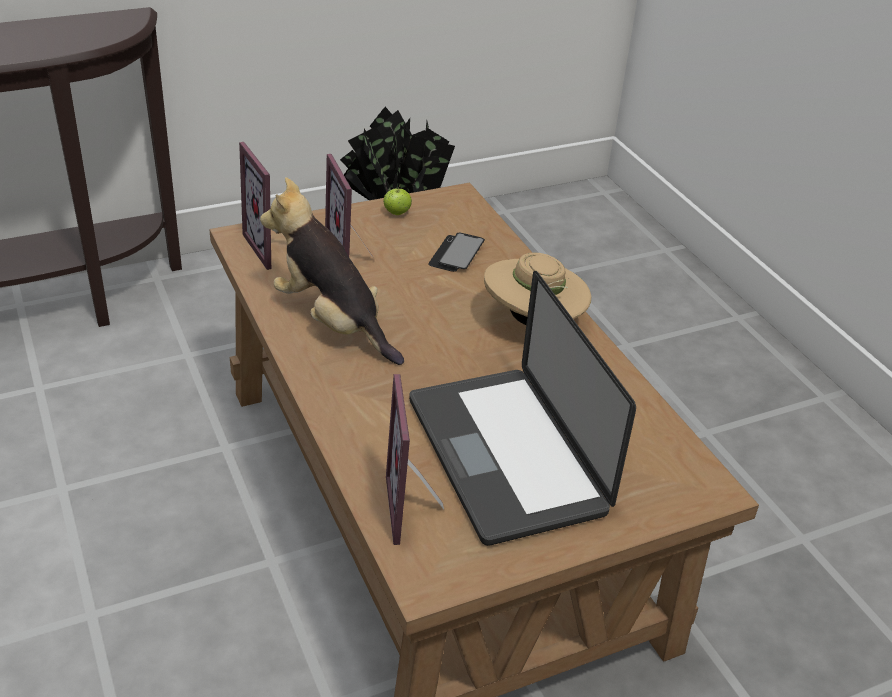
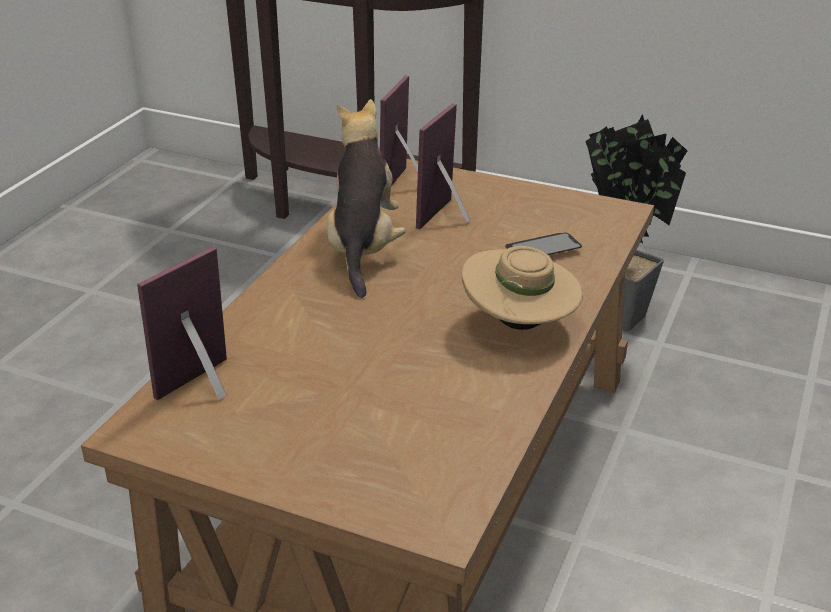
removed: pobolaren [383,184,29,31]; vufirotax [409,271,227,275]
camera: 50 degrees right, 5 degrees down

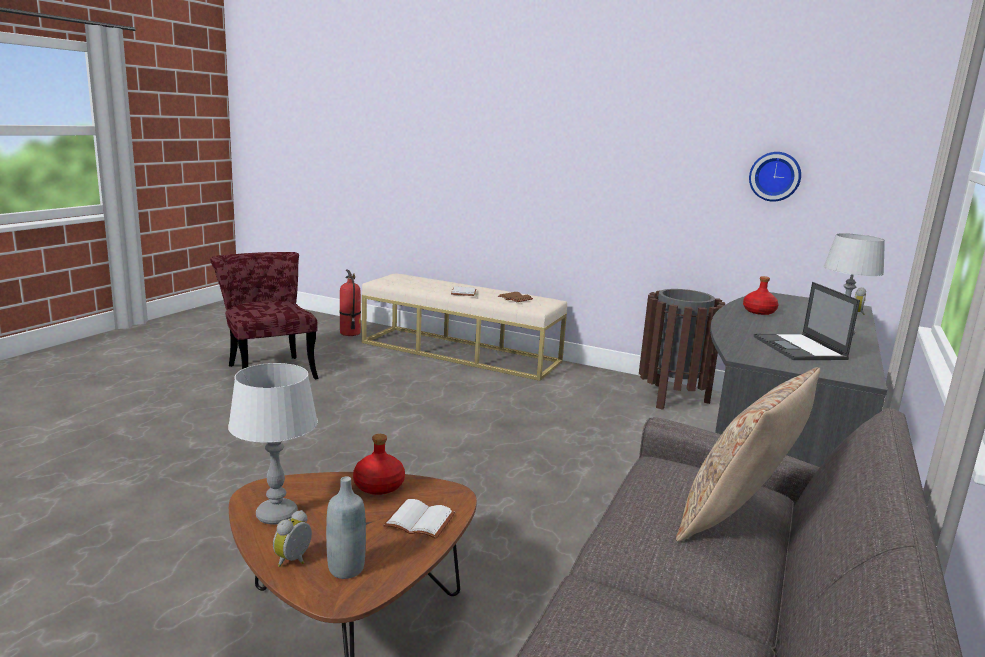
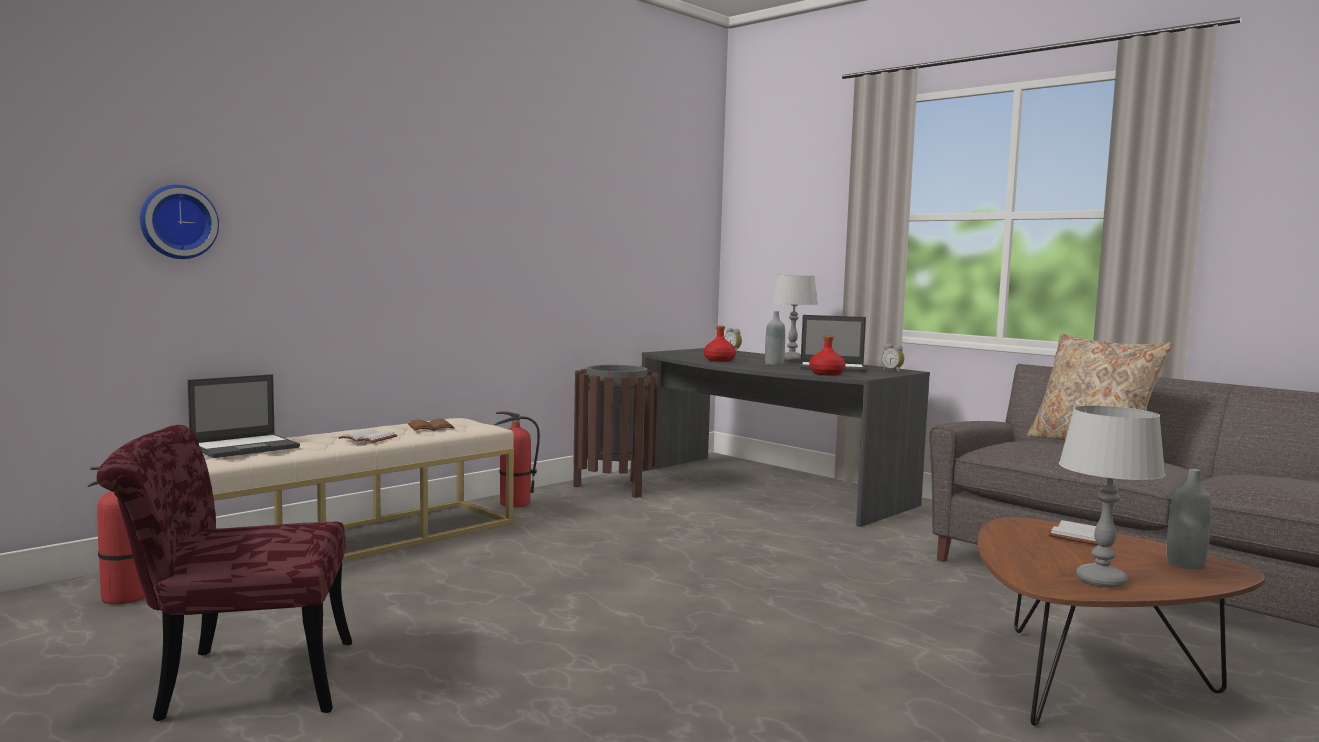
added: vufirotax [187,374,113,84]; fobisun [494,412,46,96]; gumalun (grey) [765,311,20,54]
moved: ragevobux [749,152,52,49] to [140,185,79,74]; gumalun (red) [353,434,52,61] to [809,335,36,41]; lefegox [273,510,39,57] to [882,343,22,29]
camera: 70 degrees left, 10 degrees down

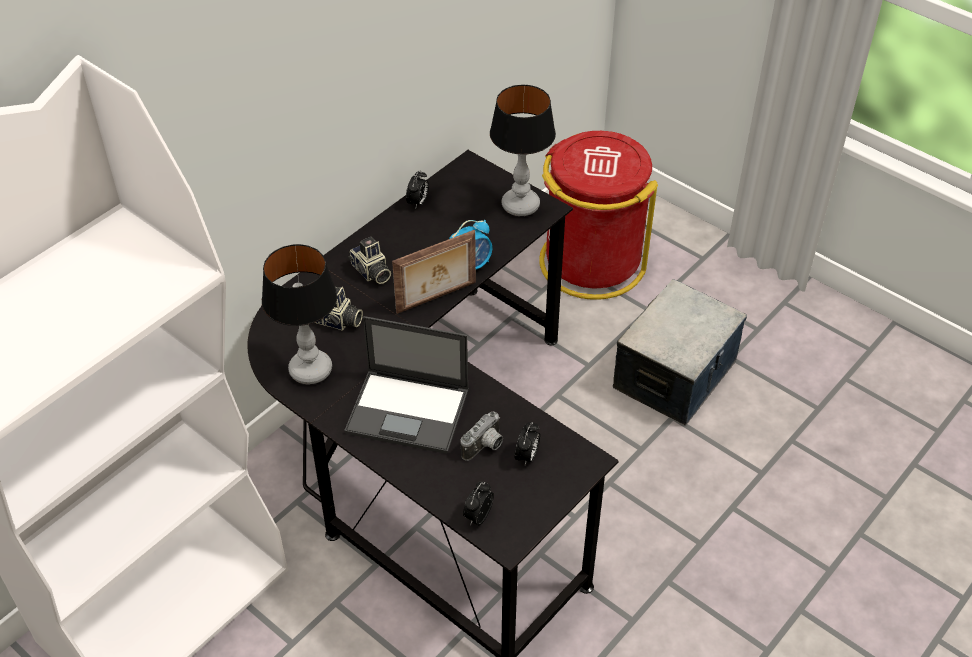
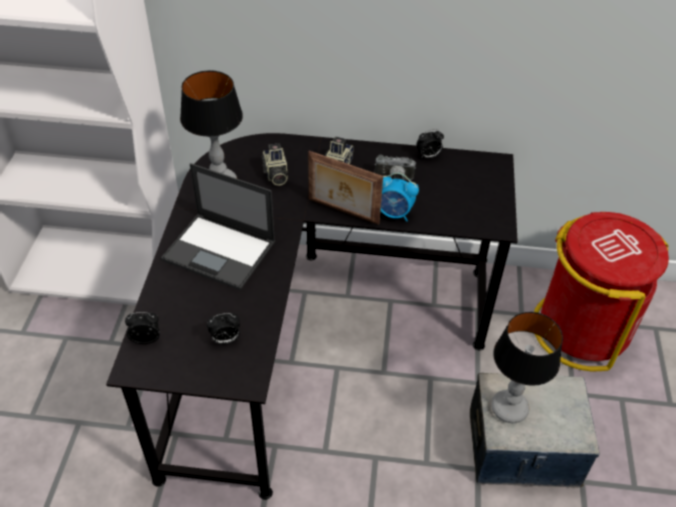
moved: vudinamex [461,412,42,49] to [375,155,41,25]; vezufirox [490,84,66,132] to [491,312,72,111]
turned: vufirotax [344,316,125,138] = [161,163,114,127] 45 degrees counterclockwise
camera: 55 degrees right, 0 degrees up

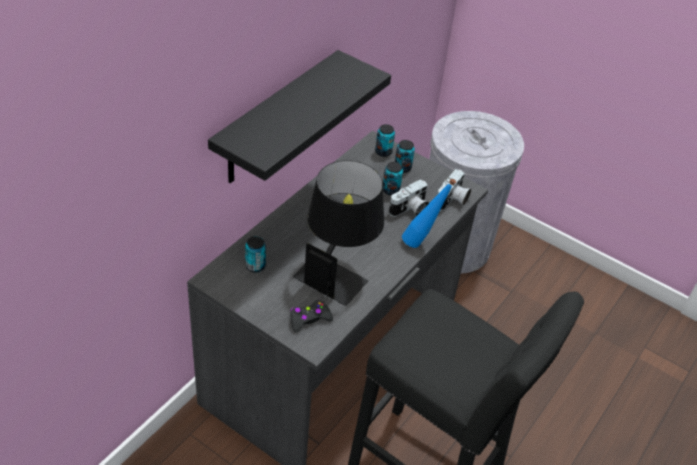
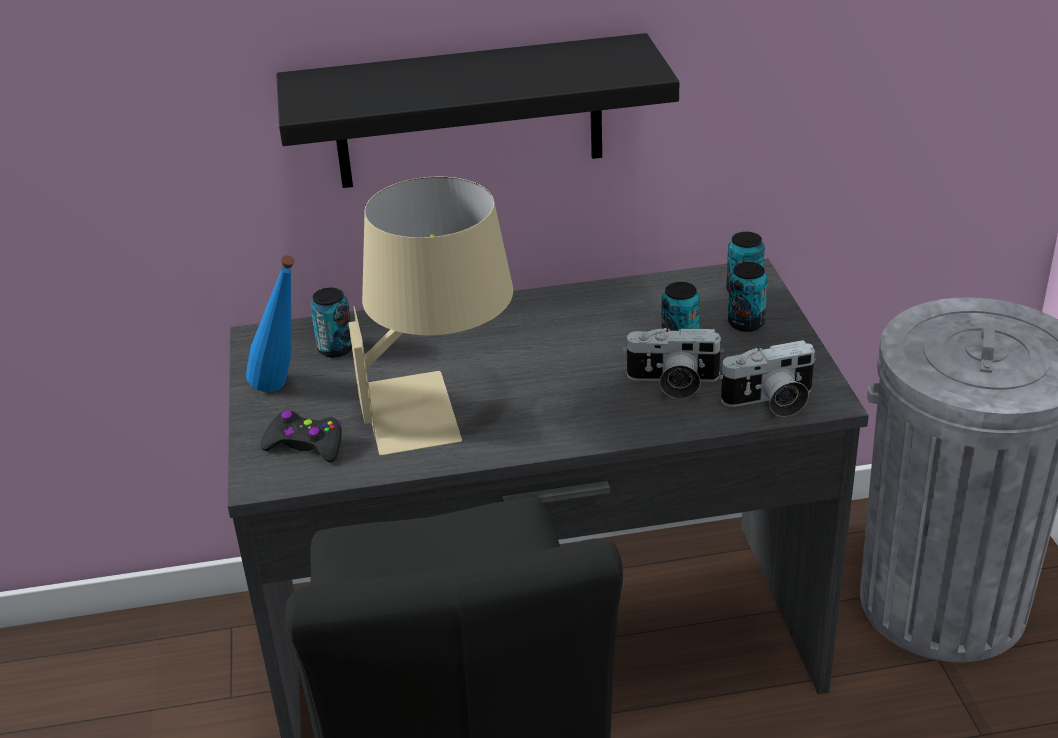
moved: gumalun (blue) [402,178,54,70] to [246,255,49,137]
recoloured: vezufirox (black) [293,160,91,146] to vezufirox (beige) [348,177,165,279]
camera: 50 degrees right, 10 degrees down

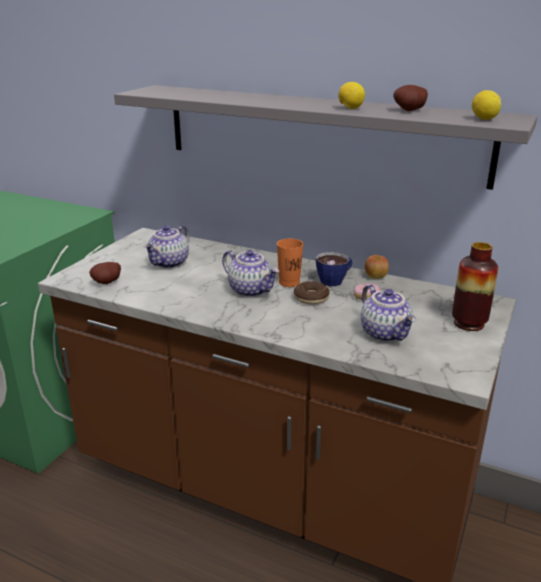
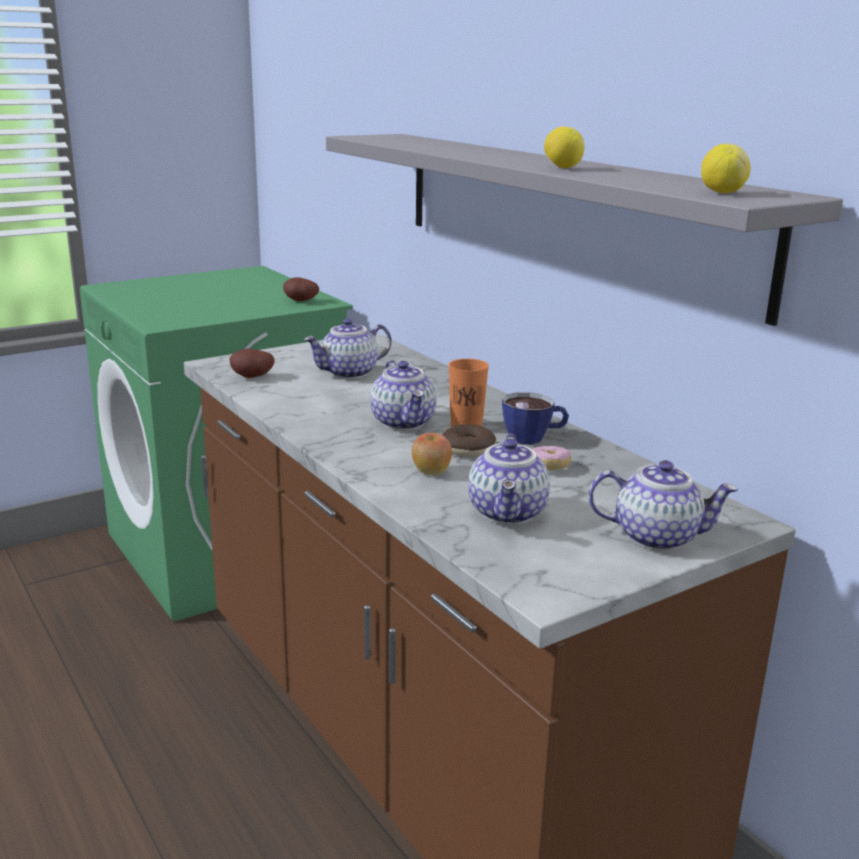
moved: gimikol [393,85,35,26] to [283,277,36,24]; pobolaren [365,255,24,24] to [412,433,40,43]
replaced: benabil [452,242,46,89] to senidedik [588,460,150,91]
camera: 30 degrees right, 5 degrees down

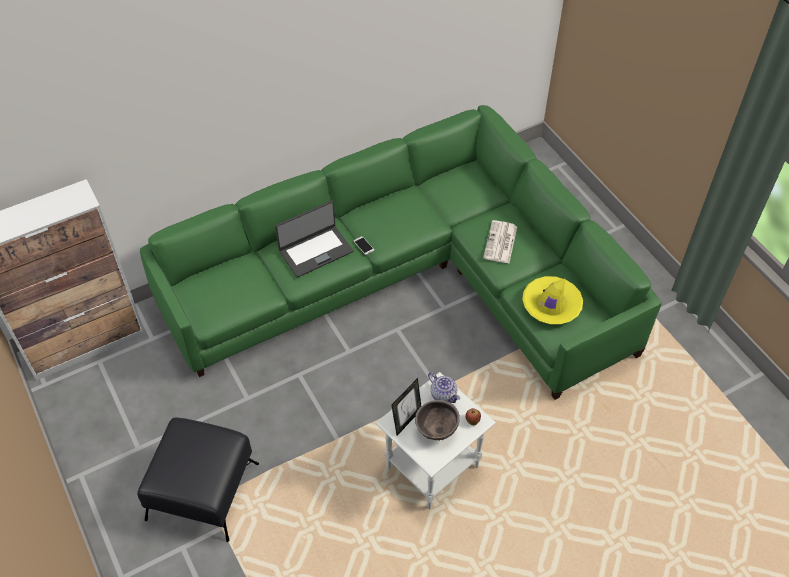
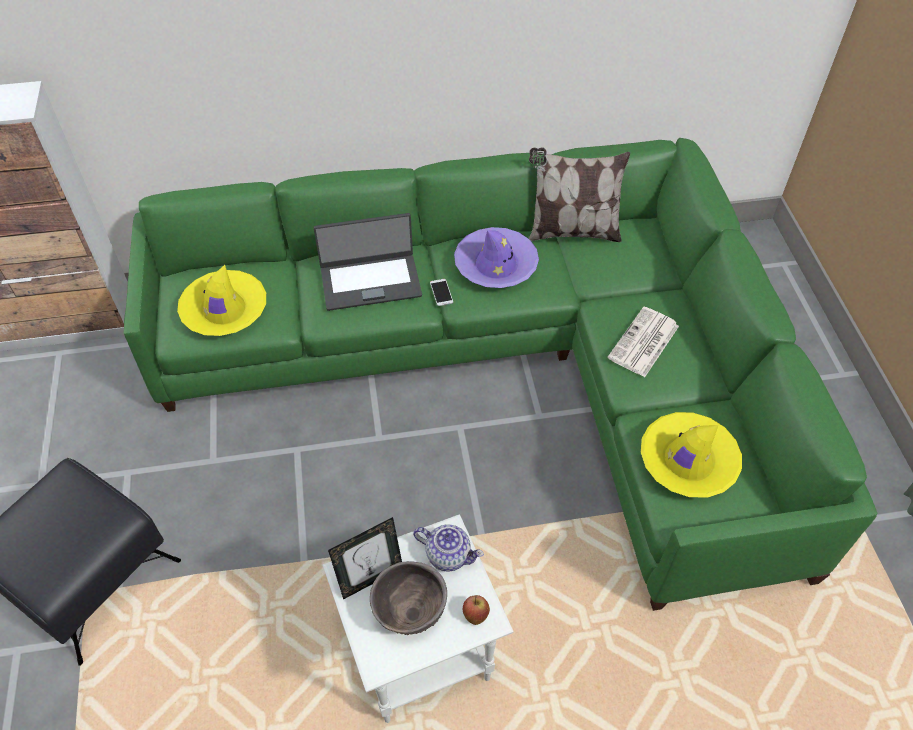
added: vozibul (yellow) [177,265,89,71]; vozibul (purple) [454,227,85,61]; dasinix [529,147,101,95]
turned: senidedik [428,372,33,31] = [413,524,71,47] 45 degrees counterclockwise
camera: 20 degrees right, 0 degrees up

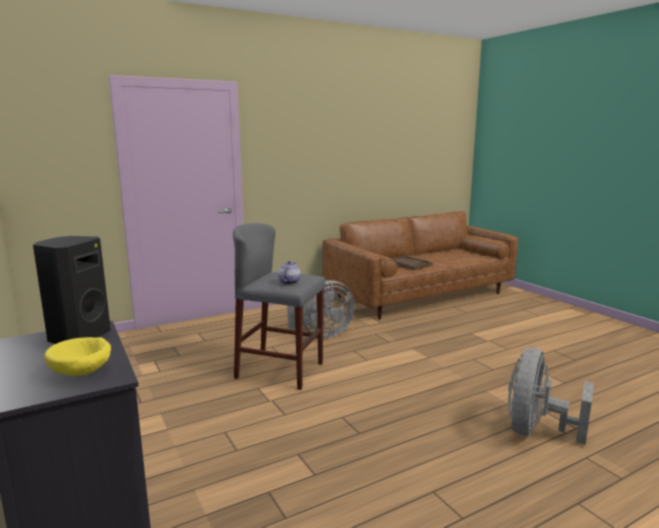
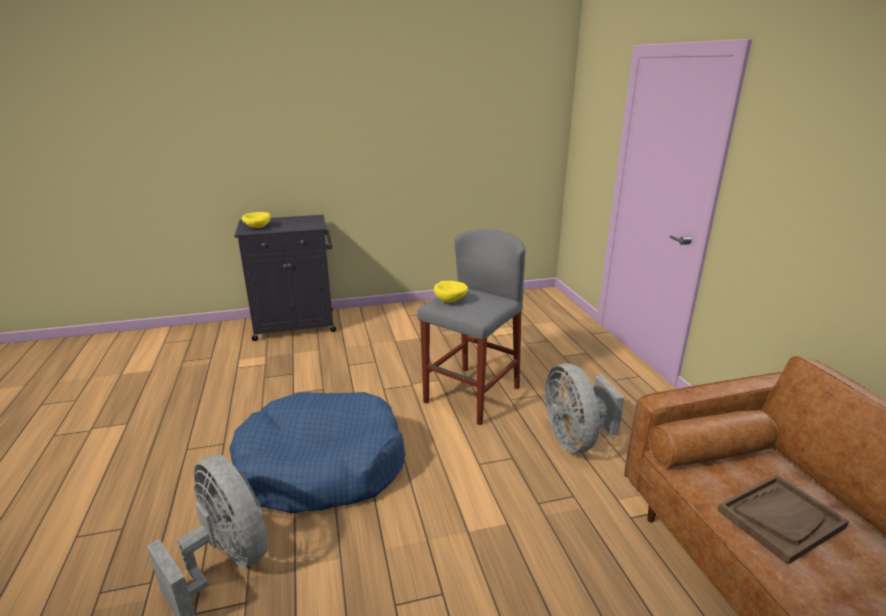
removed: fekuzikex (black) [33,236,78,108]
added: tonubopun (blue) [229,392,176,121]
replaced: senidedik [278,261,23,24] to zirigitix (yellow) [434,281,34,21]
camera: 105 degrees right, 10 degrees up

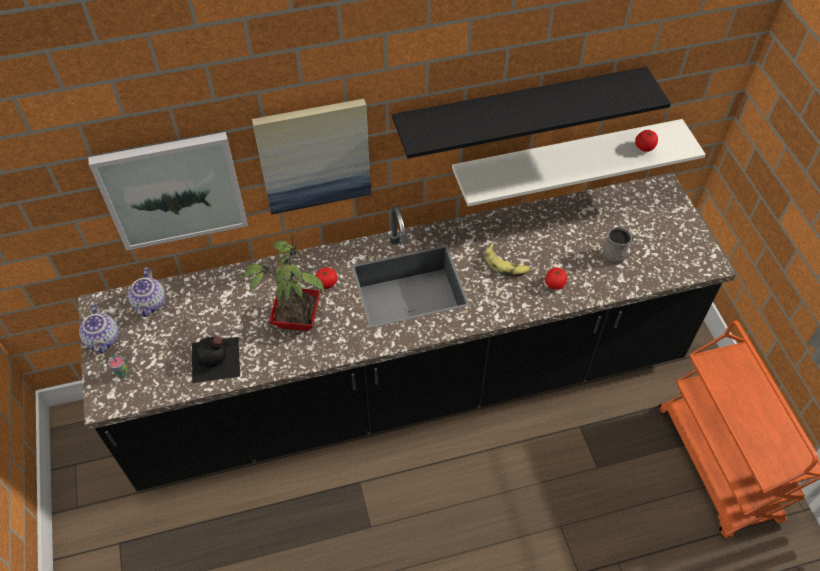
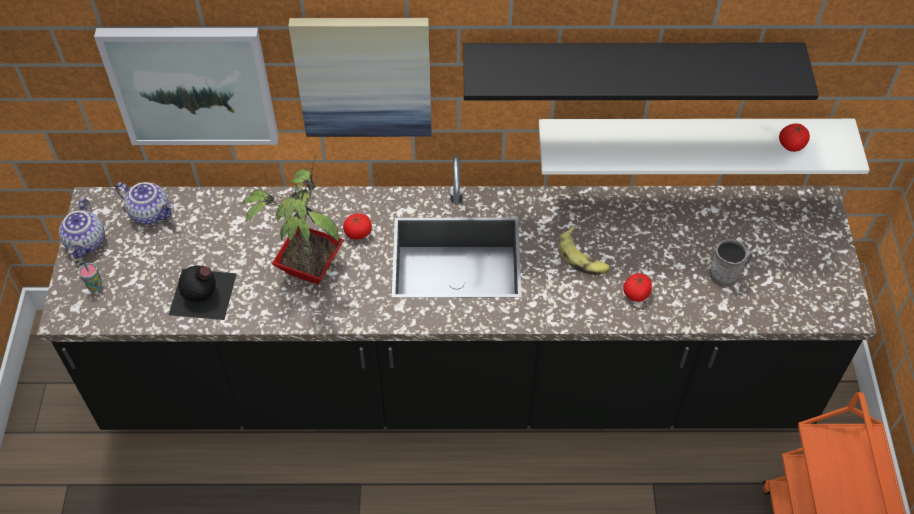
turned: senidedik [128,267,38,50] = [115,182,59,43] 75 degrees counterclockwise
camera: 15 degrees right, 0 degrees up

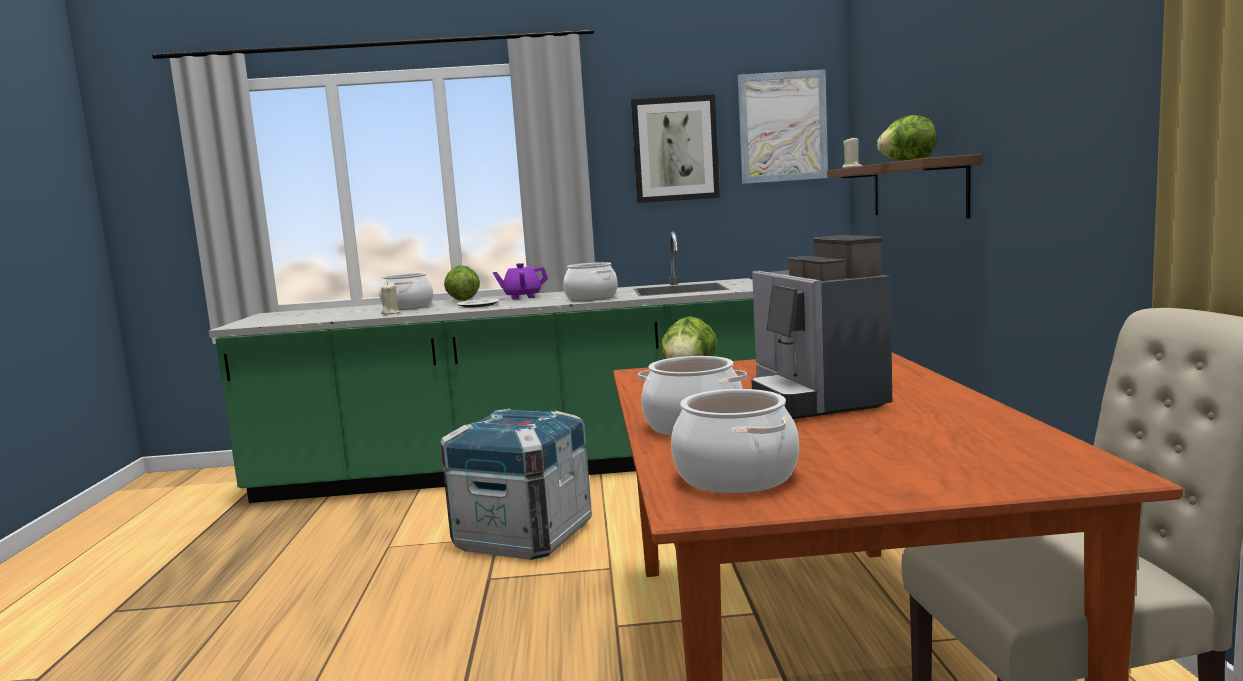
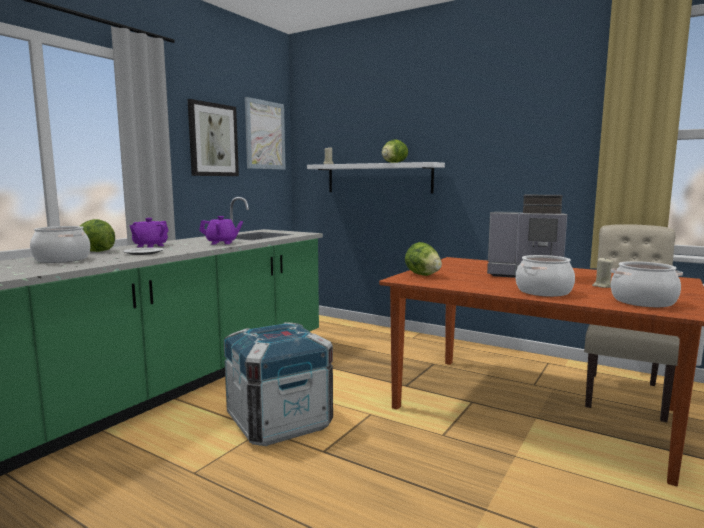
moved: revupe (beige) [381,282,19,33] to [592,257,21,31]
replaced: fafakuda [563,262,55,39] to senidedik (purple) [199,216,44,28]
recoloured: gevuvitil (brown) [827,154,155,64] to gevuvitil (white) [307,162,138,32]
camera: 55 degrees left, 0 degrees up

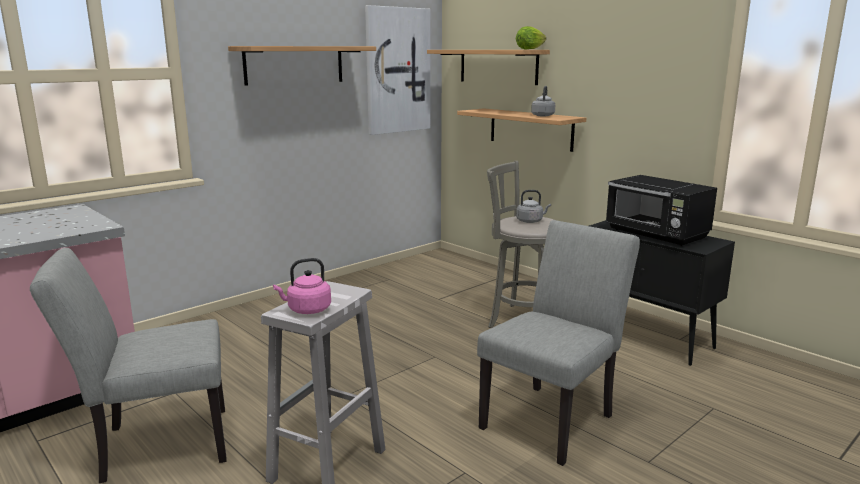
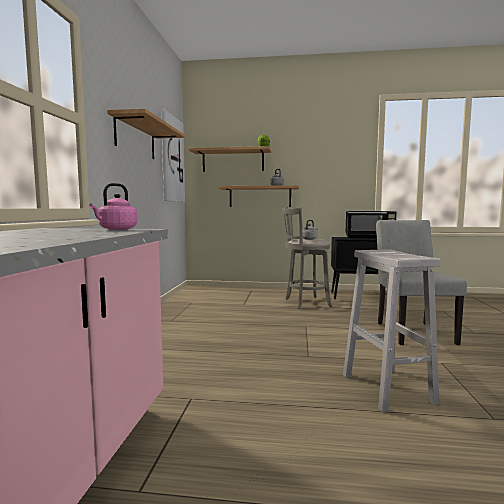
removed: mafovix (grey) [30,248,197,235]
moved: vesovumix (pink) [273,258,58,56] to [89,183,49,47]
camera: 40 degrees left, 10 degrees down

